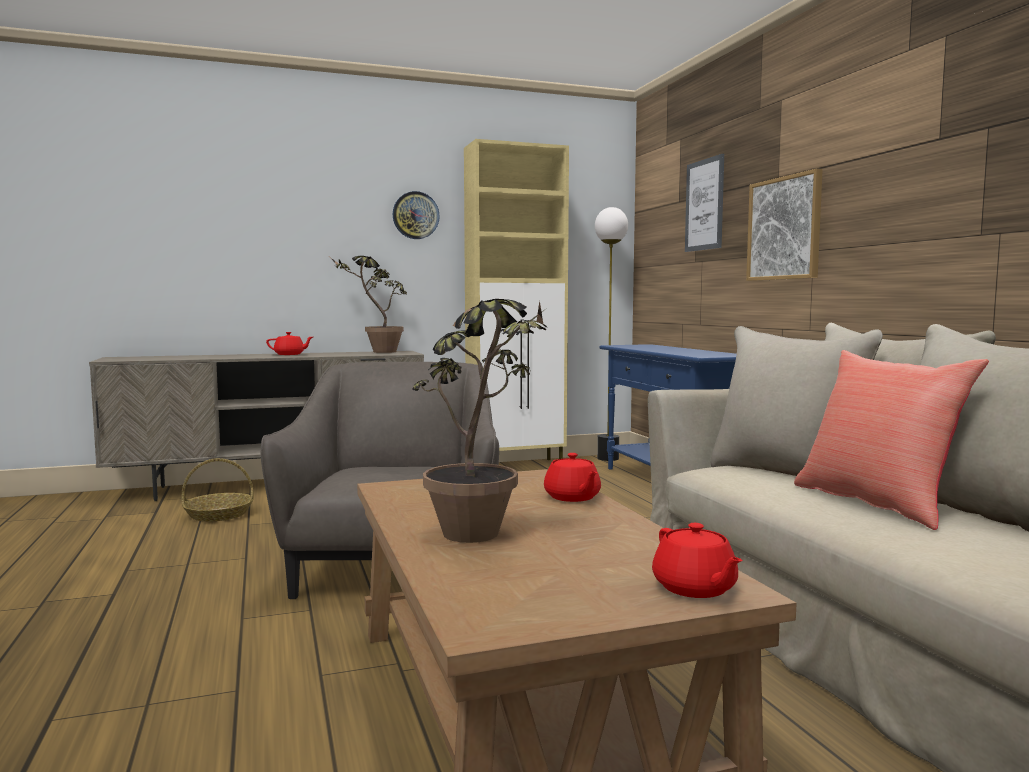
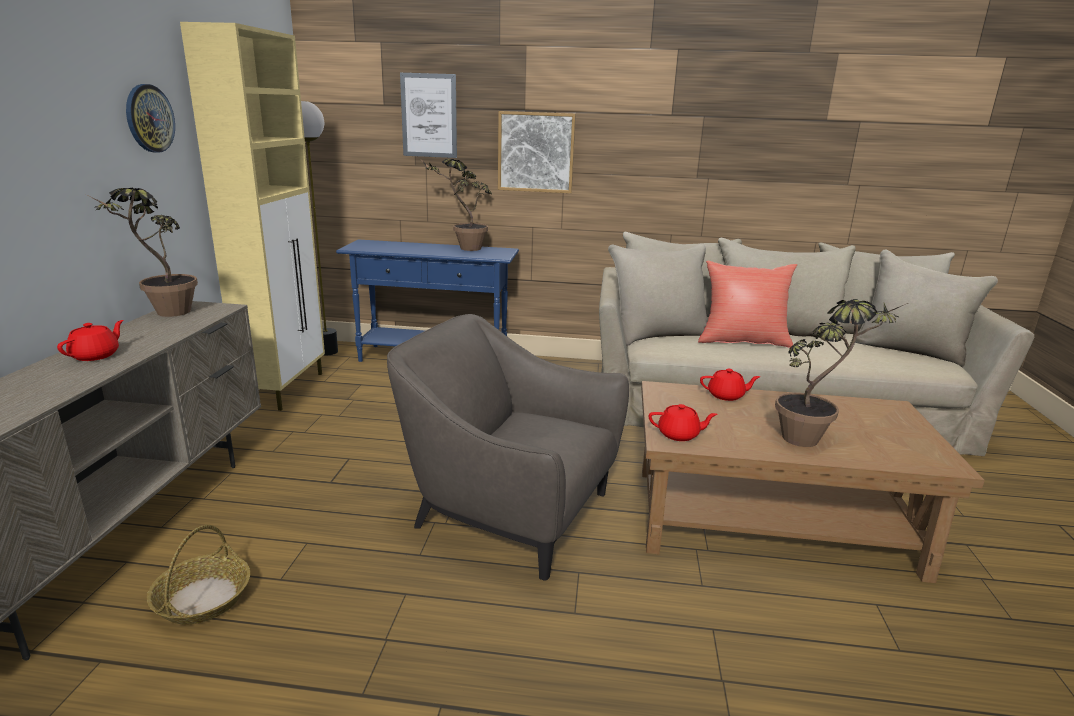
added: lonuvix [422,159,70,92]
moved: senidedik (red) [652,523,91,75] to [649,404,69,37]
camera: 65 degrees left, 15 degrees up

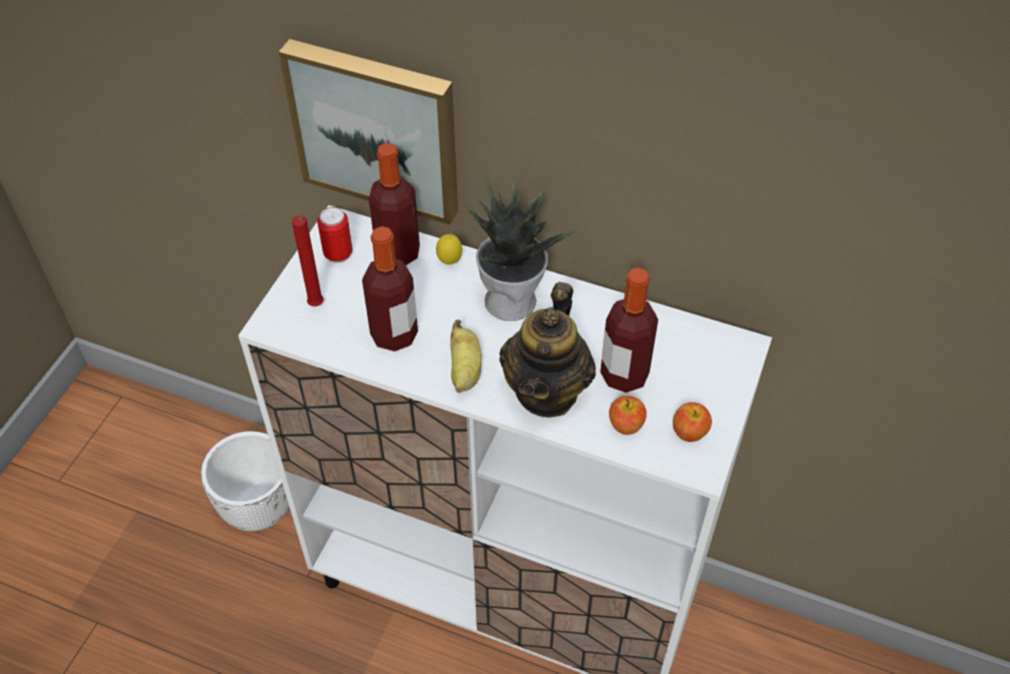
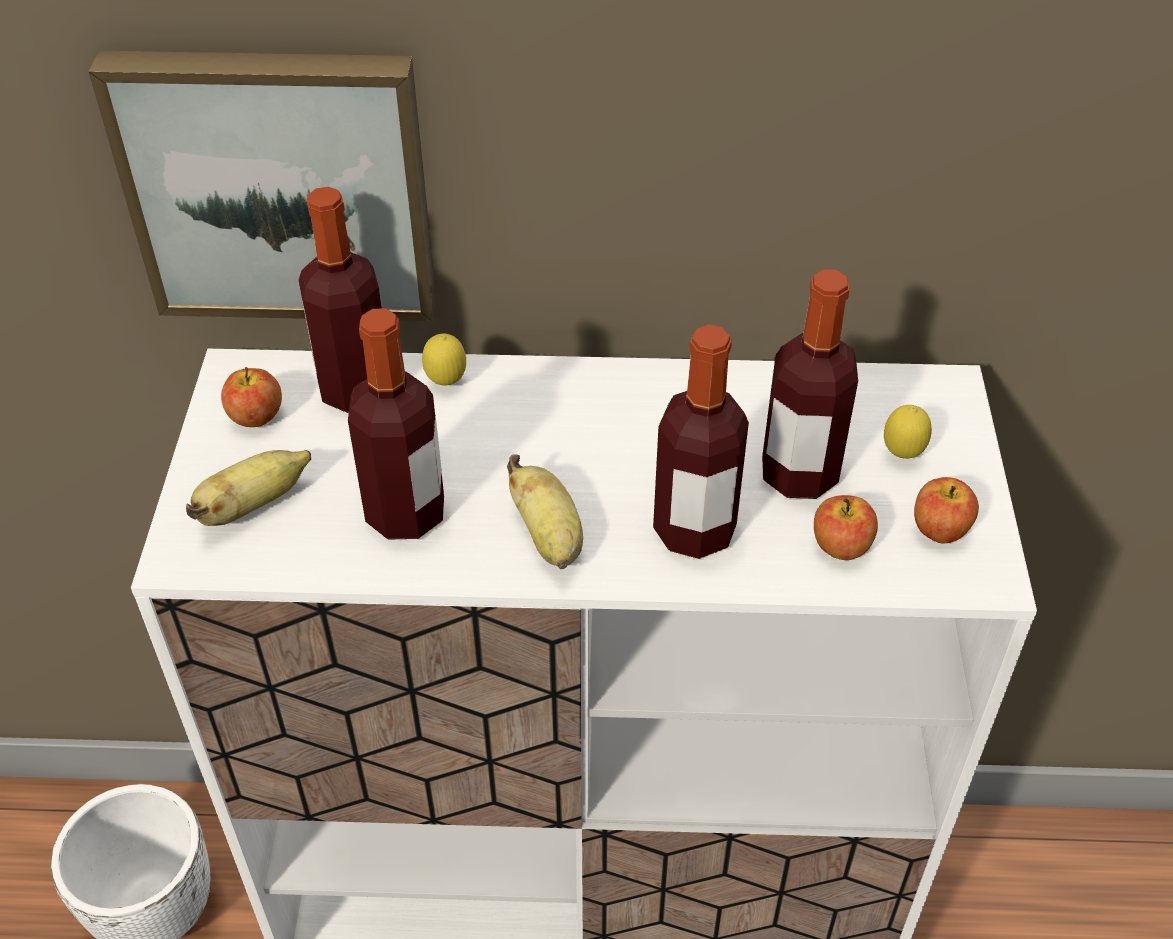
removed: lonuvix [467,179,111,142]
added: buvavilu [884,405,48,54]
replaced: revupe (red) [292,215,32,91] to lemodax [186,450,125,76]; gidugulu [317,207,36,56] to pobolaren [221,367,61,60]; senidedik [499,282,97,136] to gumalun [653,324,96,235]
camera: 20 degrees left, 5 degrees down

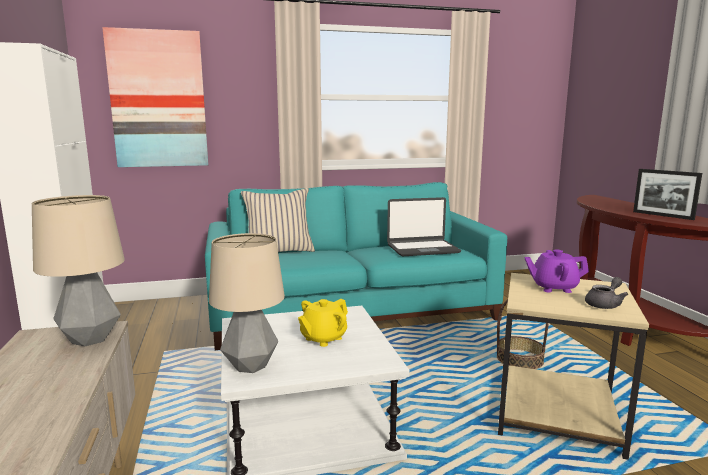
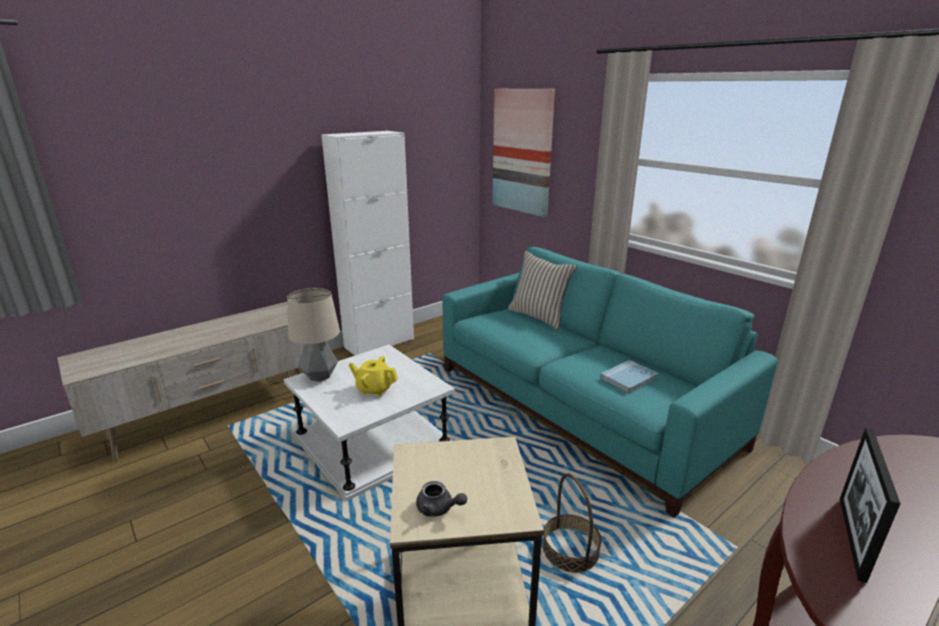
removed: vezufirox [32,195,93,151]; senidedik (purple) [524,249,65,44]
replaced: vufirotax [387,197,74,59] to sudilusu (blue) [600,360,59,34]
camera: 65 degrees right, 10 degrees up

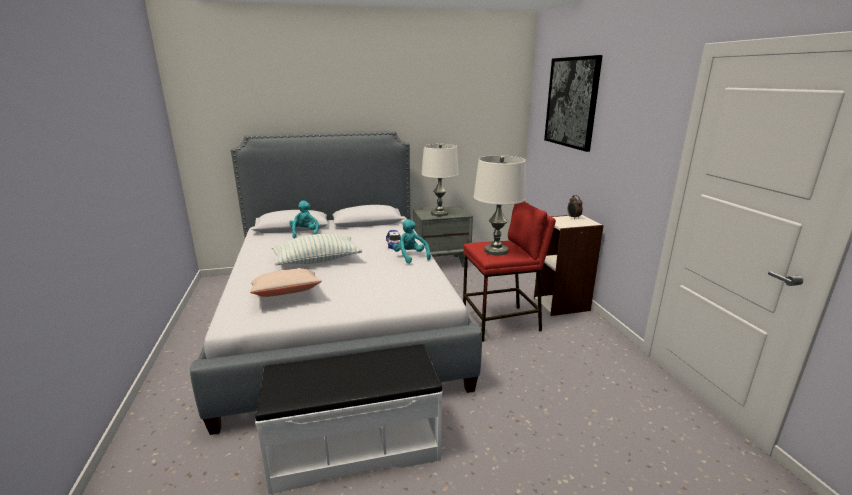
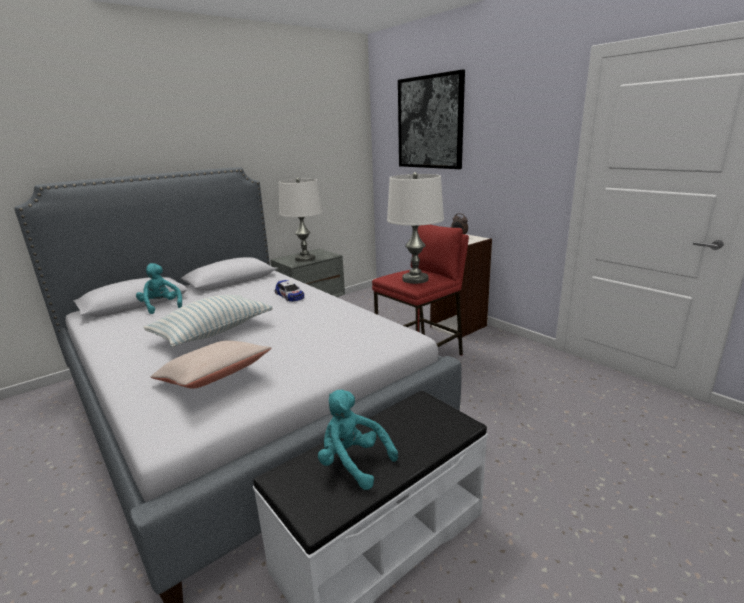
moved: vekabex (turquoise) [393,219,38,44] to [318,389,80,101]
camera: 25 degrees left, 0 degrees up

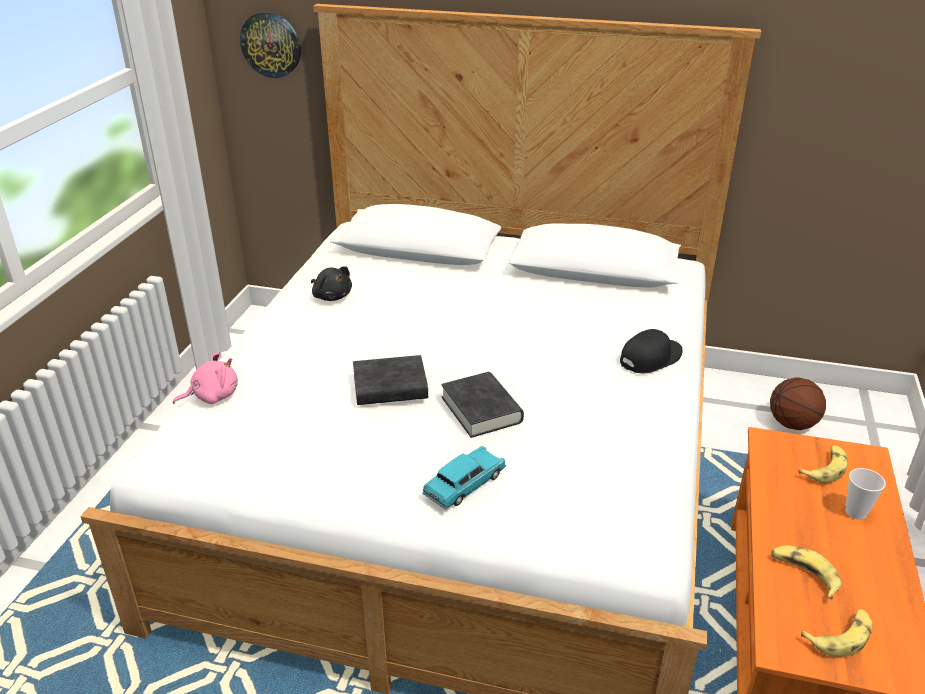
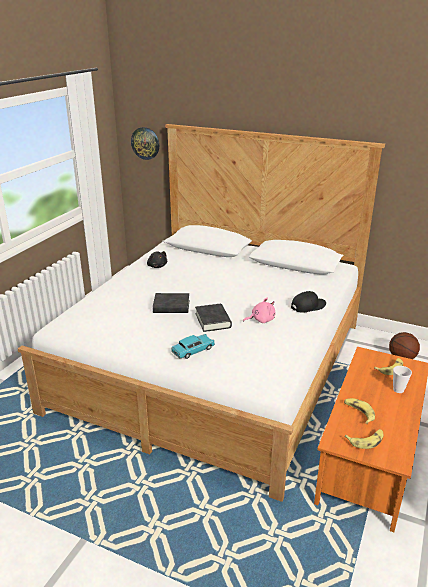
moved: vekabex (pink) [173,352,65,52] to [243,298,32,25]
camera: 10 degrees right, 5 degrees down

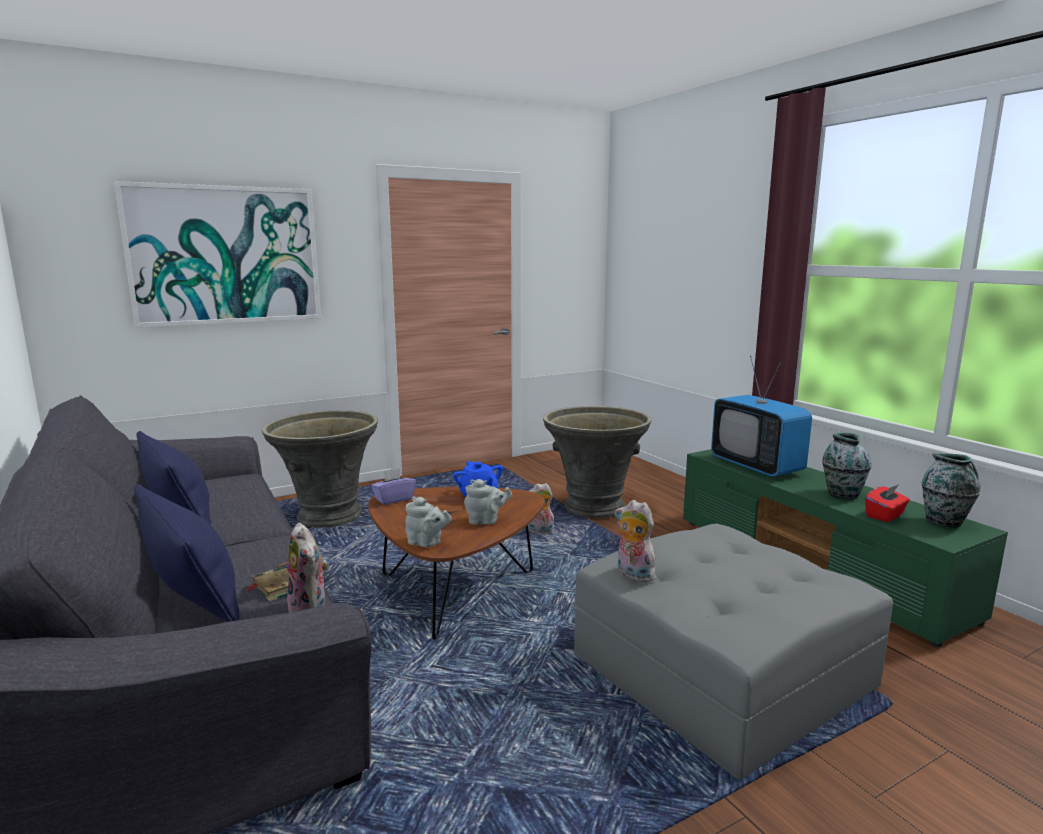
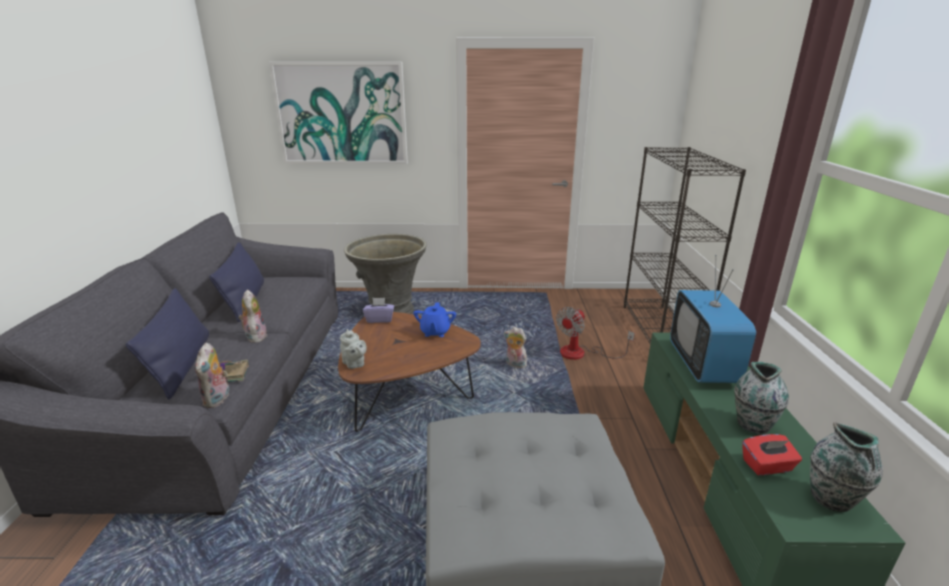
removed: senidedik (grey) [464,479,48,46]
added: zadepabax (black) [624,147,122,197]
moved: vekabex [615,500,41,82] to [238,290,30,53]
replaced: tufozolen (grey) [543,406,108,112] to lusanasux [556,307,79,53]
camera: 30 degrees right, 10 degrees up

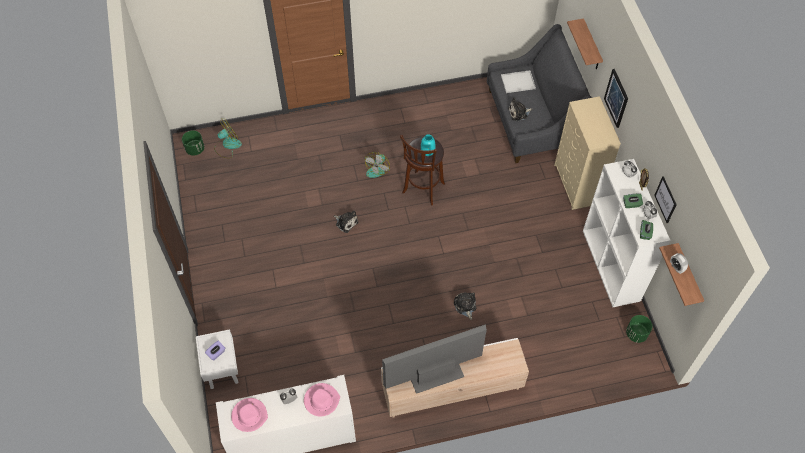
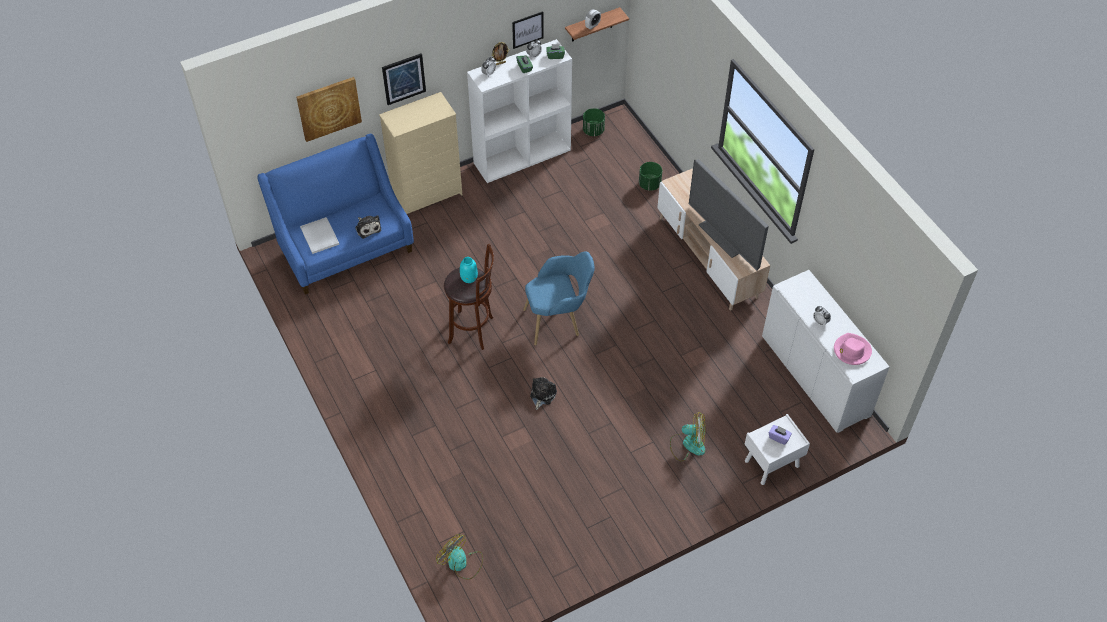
removed: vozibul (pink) [304,383,36,34]; vekabex [454,292,22,28]
added: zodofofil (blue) [523,251,72,94]
moved: tufozolen (green) [182,130,22,26] to [639,162,23,29]; lusanasux [365,152,25,26] to [670,413,35,48]
replaced: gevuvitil [567,18,36,51] to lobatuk [296,77,66,65]
recoloured: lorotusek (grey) [487,24,105,139] to lorotusek (blue) [257,134,157,161]
camera: 105 degrees left, 5 degrees down

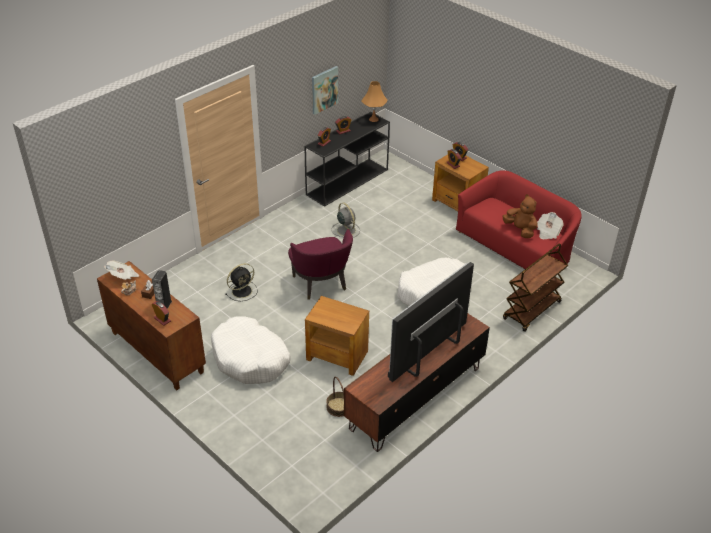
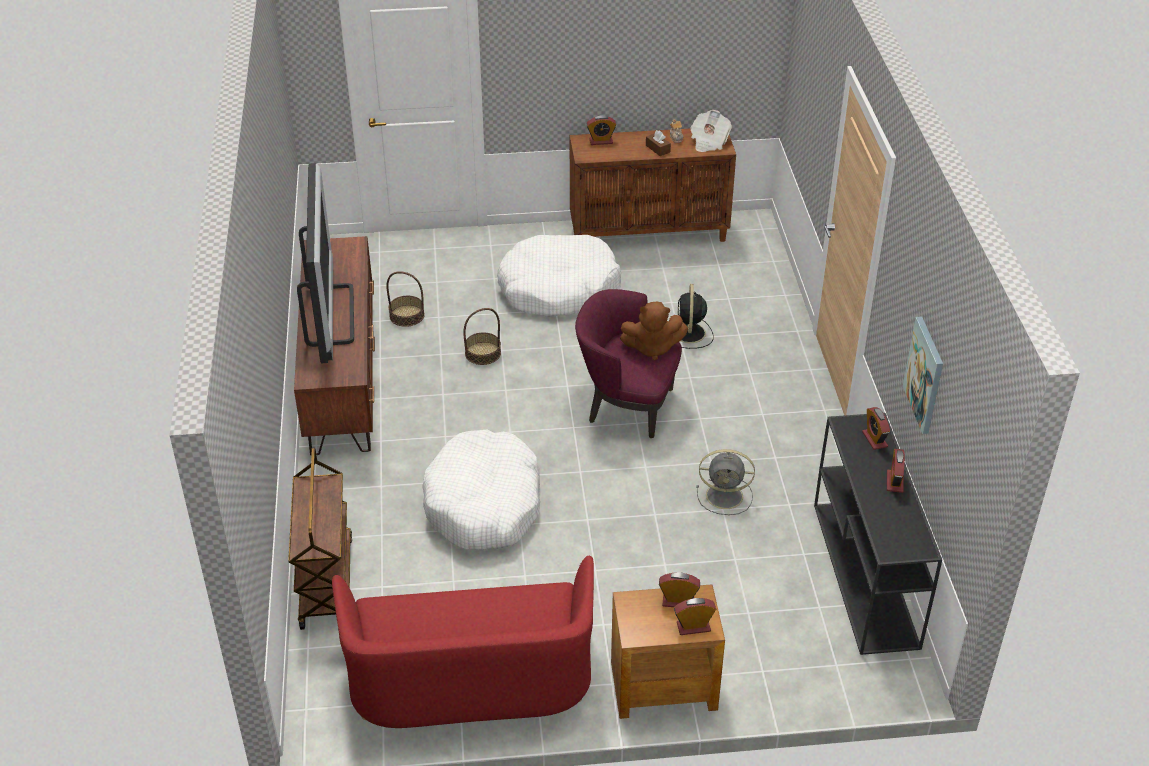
removed: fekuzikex [152,270,20,39]; vezufirox (orange) [361,81,26,41]; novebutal [537,212,27,27]
moved: vekabex (brown) [503,194,35,44] to [620,302,68,59]
replaced: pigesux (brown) [305,296,64,80] to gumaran [463,308,38,57]
camera: 130 degrees right, 0 degrees up

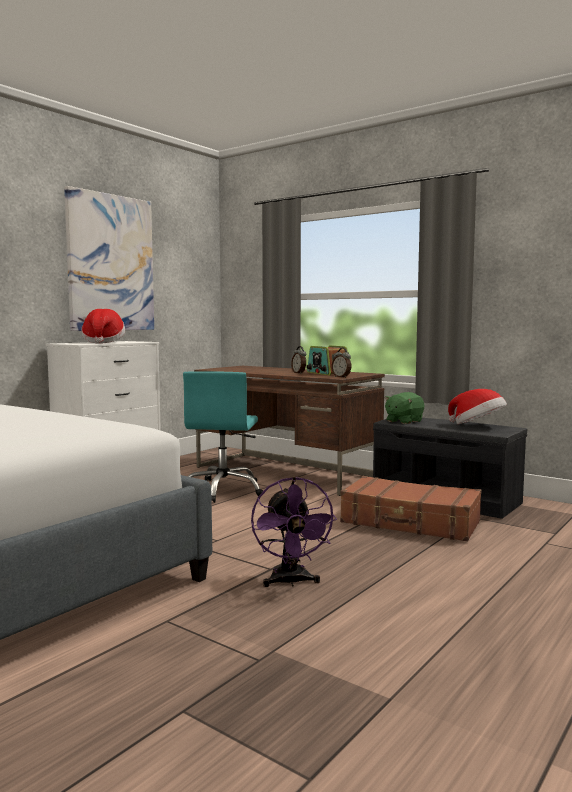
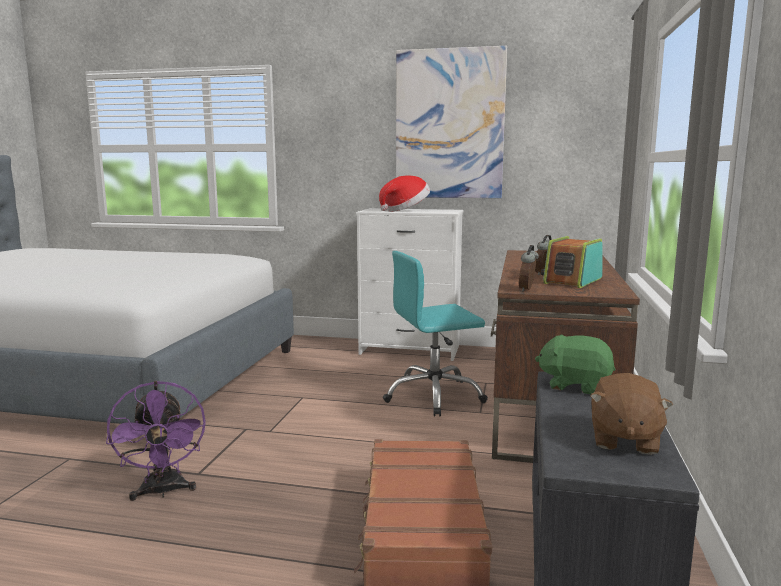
replaced: vozibul [448,389,59,35] to vekabex (brown) [590,373,83,82]
turned: lusanasux (purple) [251,477,86,110] = [106,381,100,120] 75 degrees counterclockwise
camera: 65 degrees right, 5 degrees up

